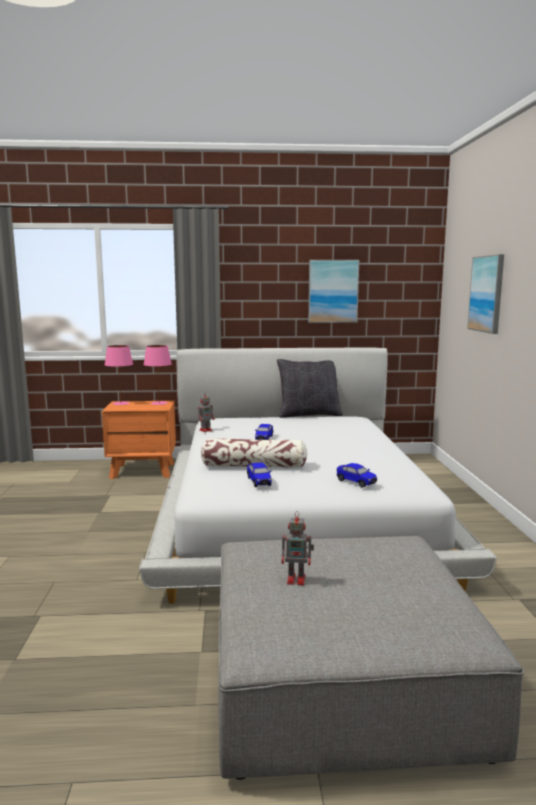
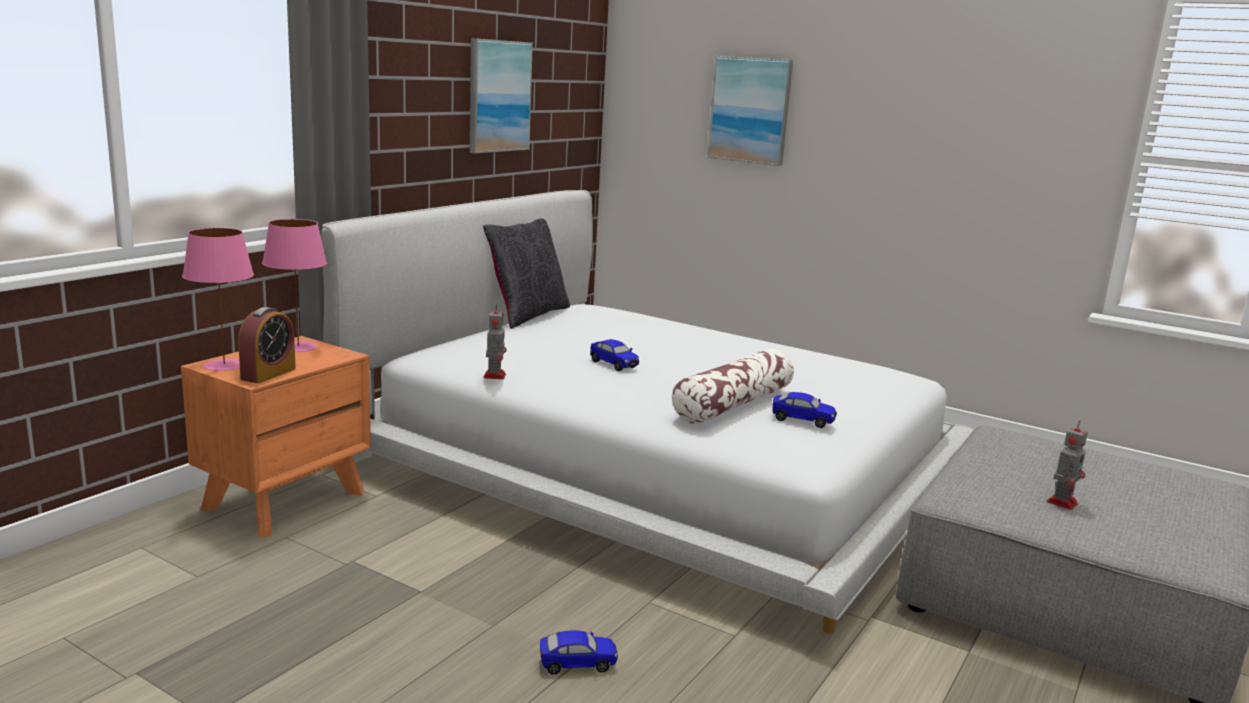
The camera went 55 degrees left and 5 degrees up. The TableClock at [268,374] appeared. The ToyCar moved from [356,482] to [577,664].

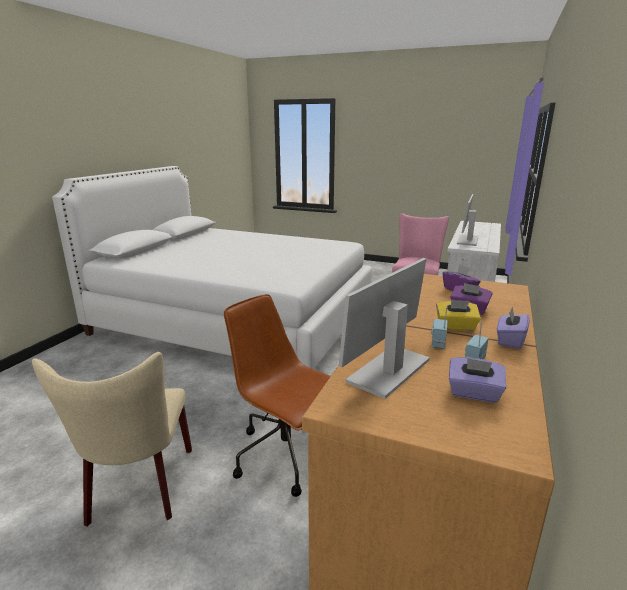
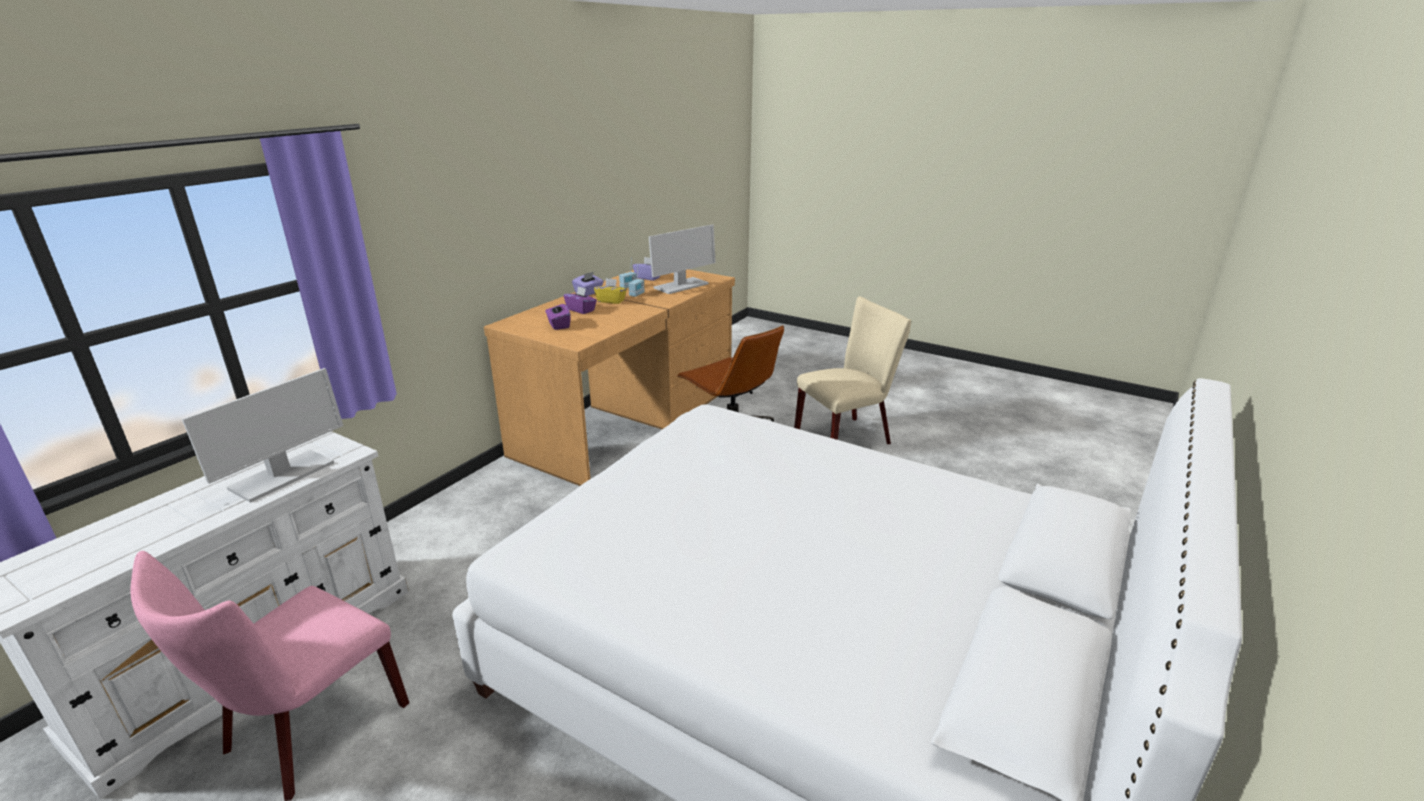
The camera went 170 degrees left and 5 degrees up. The BeigeColouredPlainChair at [139,490] turned 60 degrees clockwise.

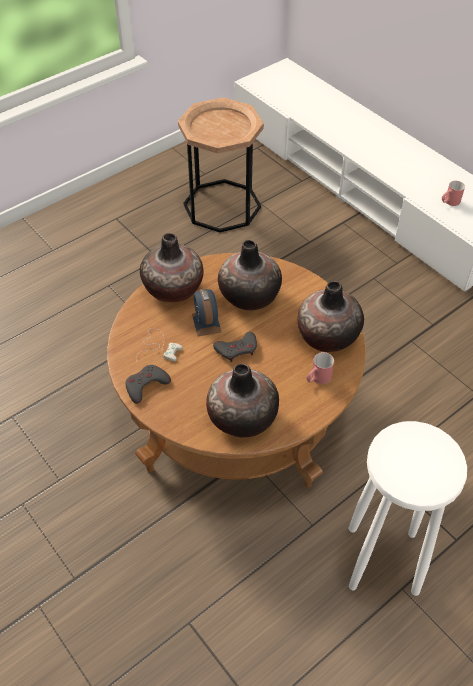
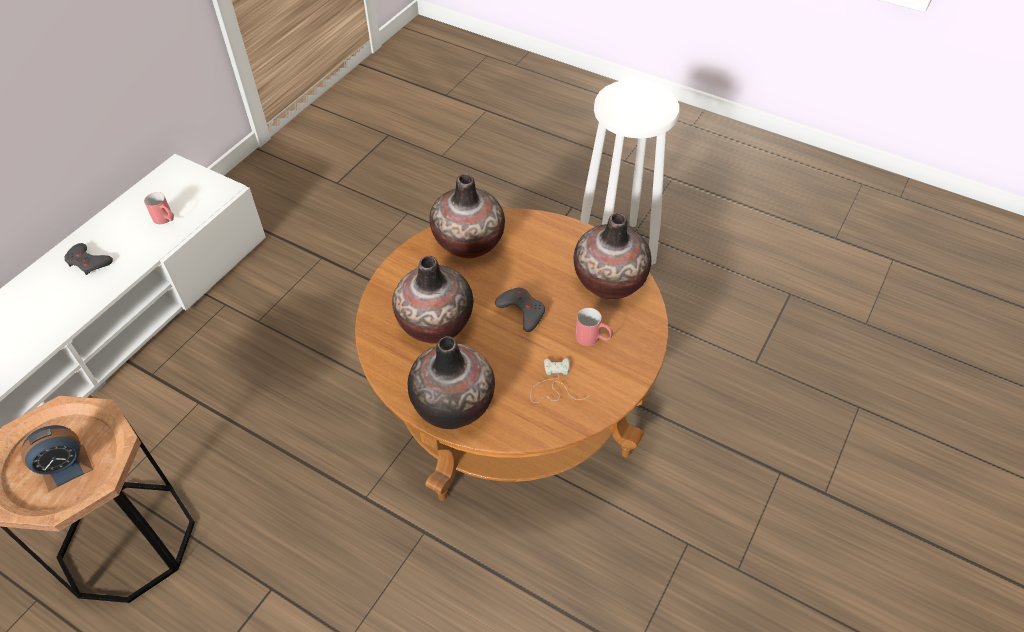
The camera went 110 degrees left and 0 degrees up. The TableClock moved from [206,323] to [66,467]. The GreyishGameController moved from [146,385] to [88,262]. The RedTeaMug moved from [317,379] to [593,339].

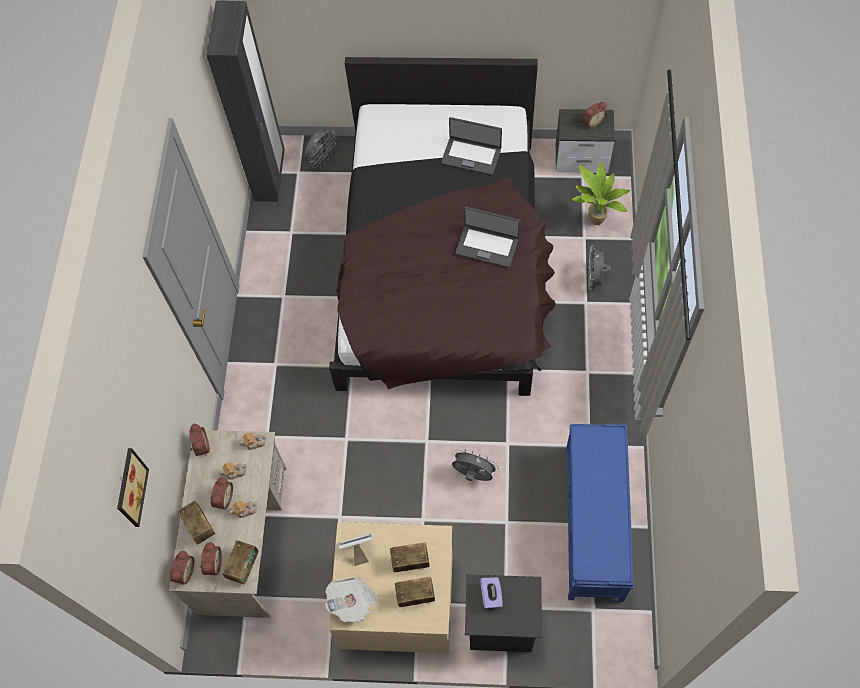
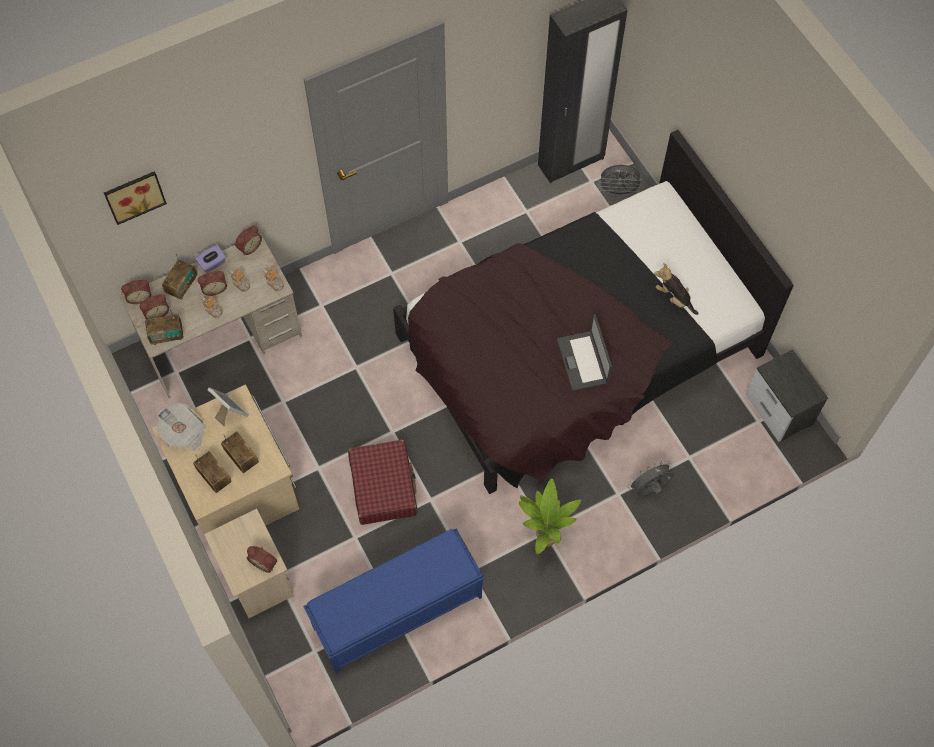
The camera went 55 degrees right and 0 degrees up. The PurpleColouredTissueBox moved from [491,595] to [212,264]. The BlackishBedsideTable at [501,627] became the BeigeColouredBedsideTable at [257,582]. The TableClock moved from [592,121] to [264,562]. The GreyishElectricFan at [473,474] was replaced by the RedSuitcase at [383,486]. The Houseplant moved from [594,221] to [543,539]. The Laptop at [471,155] was replaced by the PlushToy at [674,298].

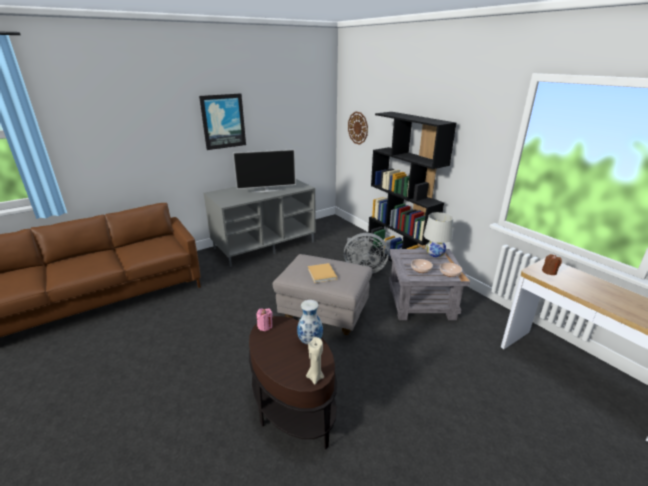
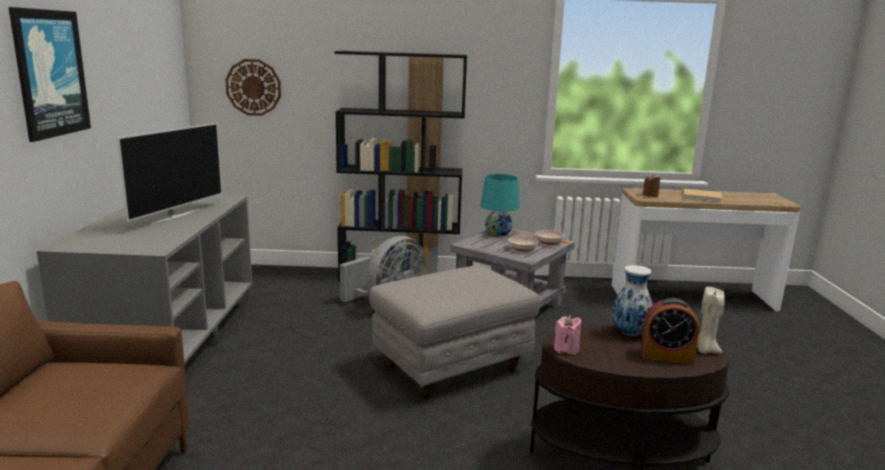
The camera went 55 degrees left and 10 degrees down. The WhiteTableLamp at [435,253] became the TurquoiseTableLamp at [498,233]. The TableClock at [666,356] appeared. The BeigeColouredVolume moved from [322,274] to [703,197].

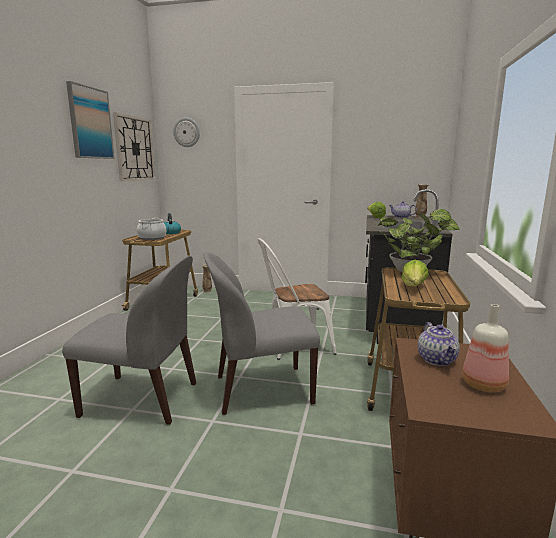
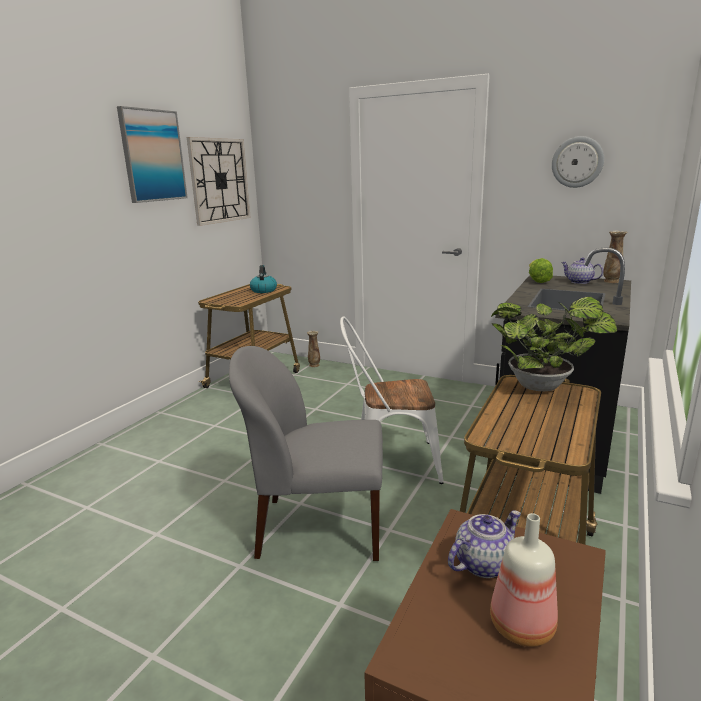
The camera went 15 degrees right and 5 degrees up. The Teapot at [437,360] turned 135 degrees counterclockwise. The WallClock moved from [187,132] to [577,162]. The GreyishPlainChair at [143,399] disappeared. The Saucepot at [152,237] disappeared. The LettuceHead at [413,287] disappeared.

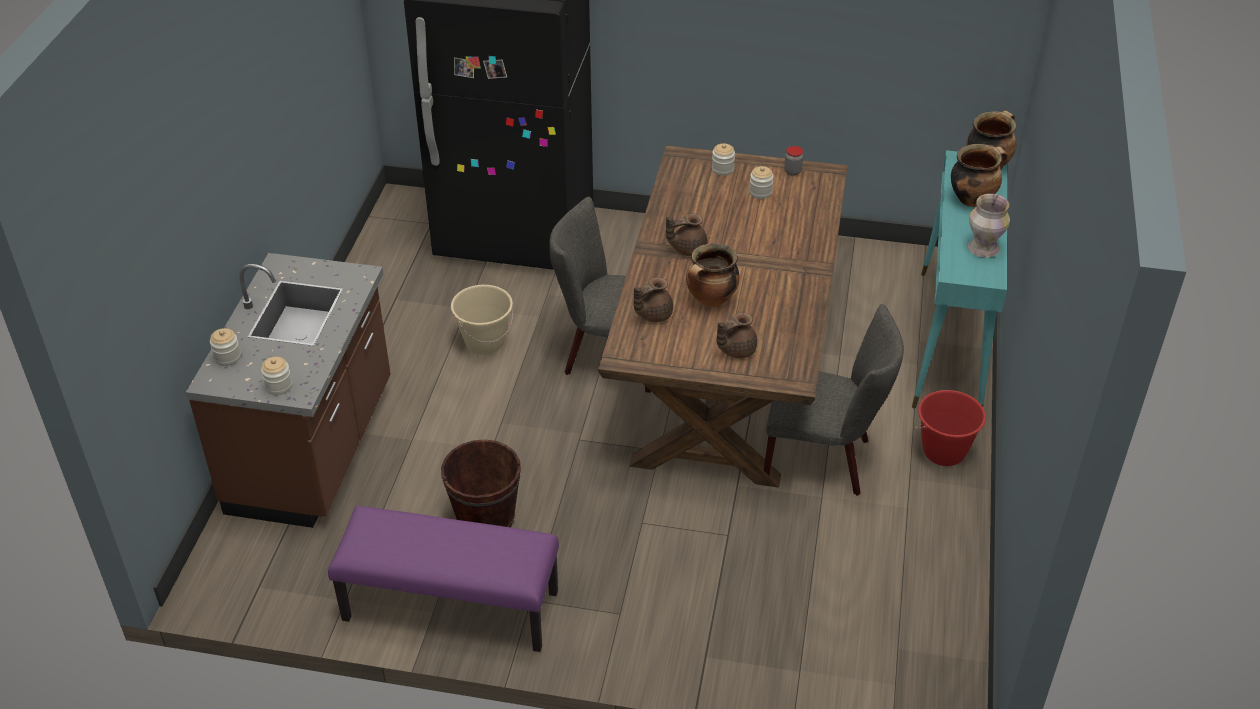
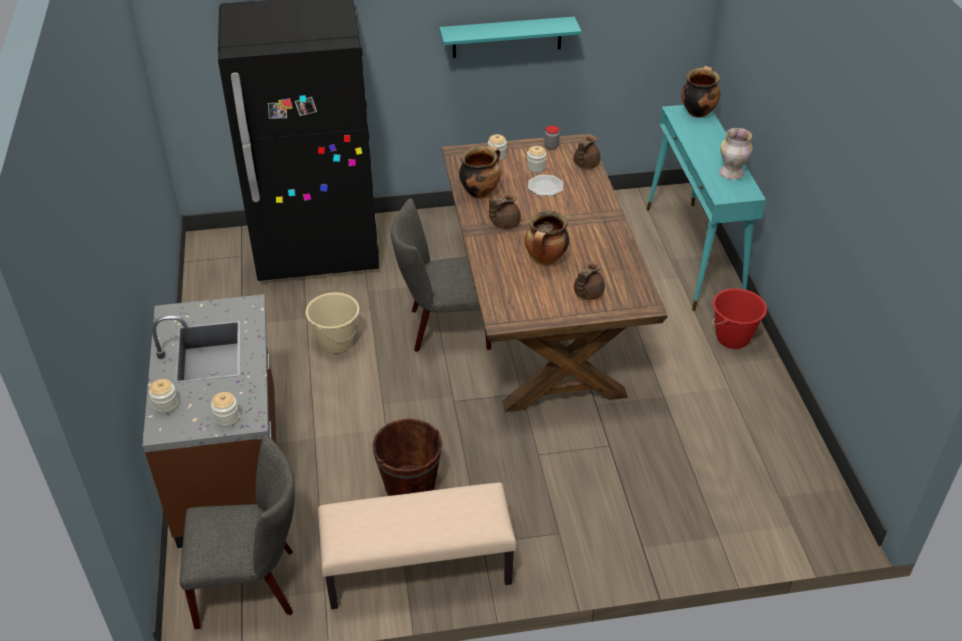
The camera went 20 degrees left and 0 degrees up. The GreyishPlainChair moved from [824,460] to [253,585]. The PurpleColouredBench at [449,607] became the BeigeColouredBench at [417,570]. The TurquoiseWallShelf at [507,37] appeared. The Saucepot moved from [972,199] to [480,191]. The DinnerPlate at [545,186] appeared. The BrownColouredTeapot moved from [653,314] to [585,164].

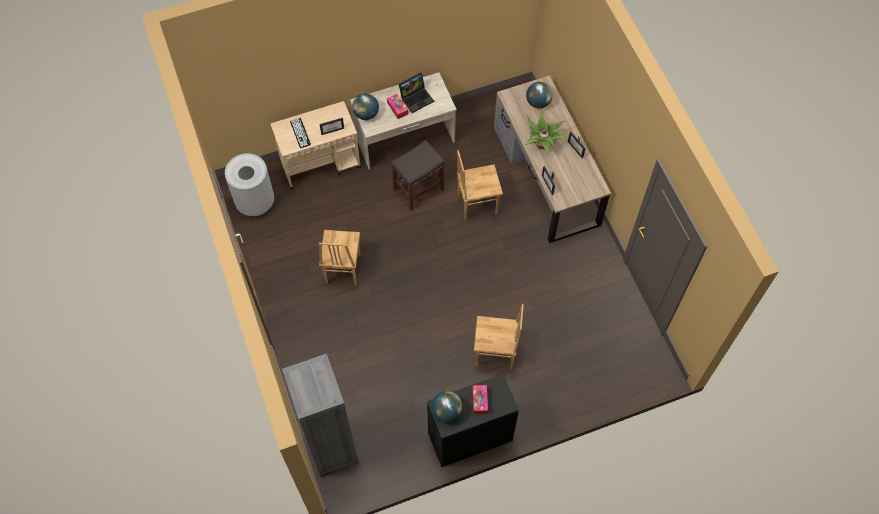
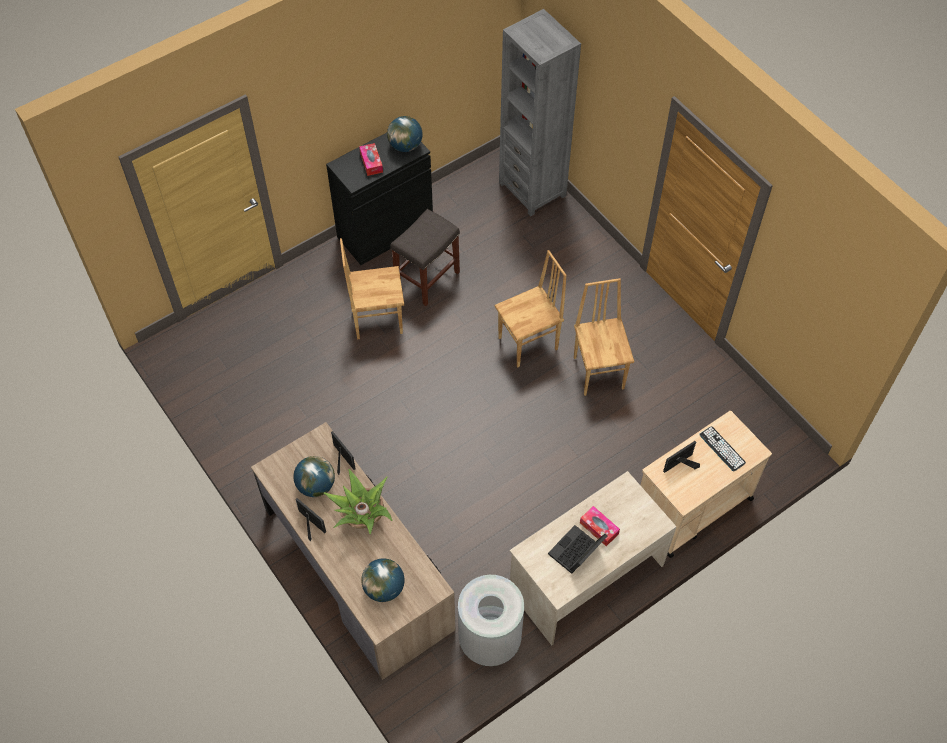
The camera went 165 degrees right and 5 degrees down. The WorldGlobe moved from [366,114] to [316,486]. The GreyishStool moved from [418,190] to [427,278]. The GreyishRubbishBin moved from [255,202] to [490,640]. The BrownColouredPlainChair moved from [476,203] to [529,344].

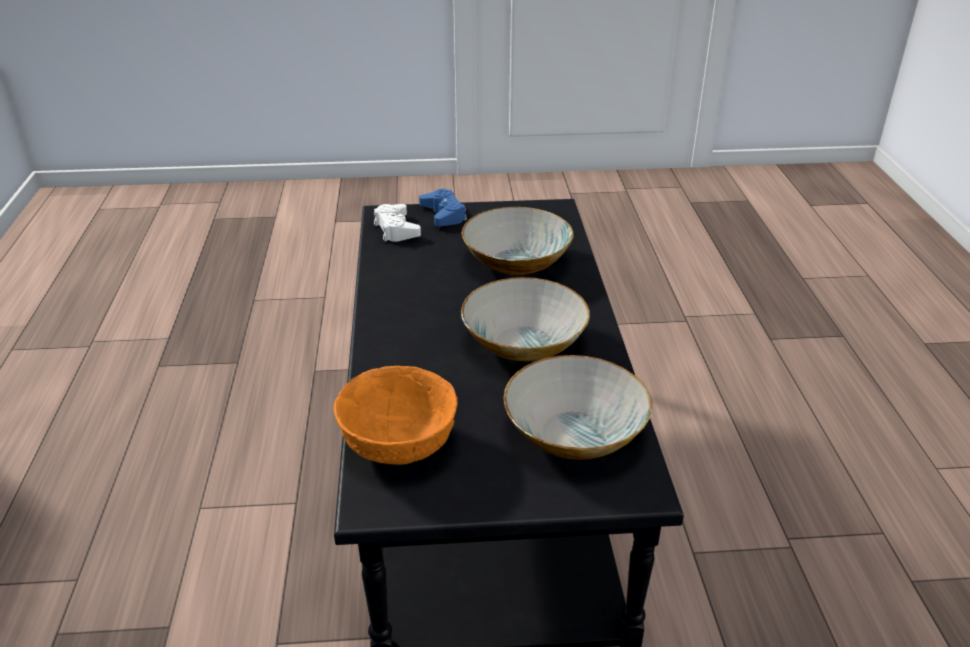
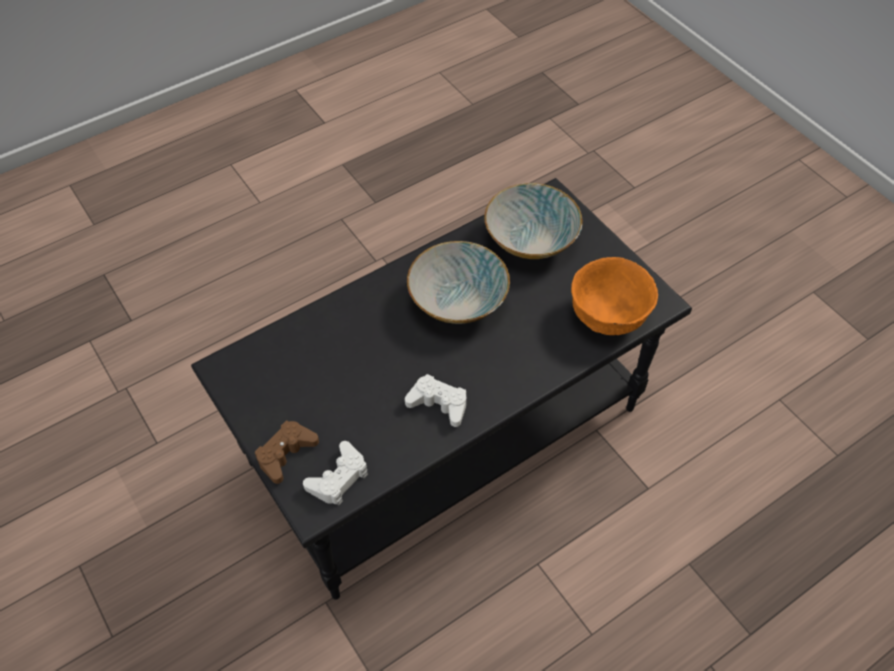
The camera went 120 degrees left and 20 degrees up. The BlueColouredGameController at [443,214] became the BrownColouredGameController at [286,454]. The WhiteGameController at [438,404] appeared. The ServingBowl at [516,263] disappeared.

